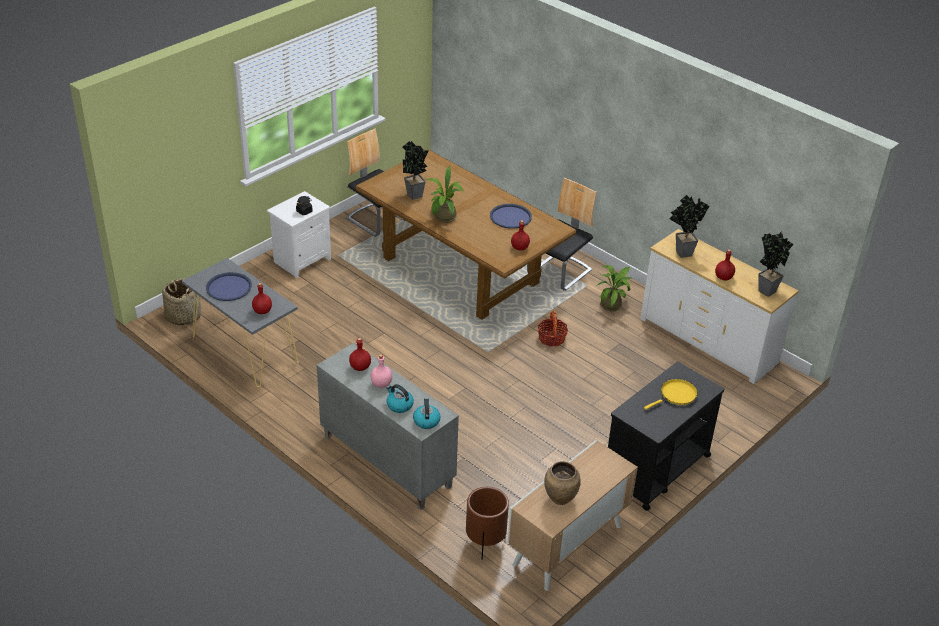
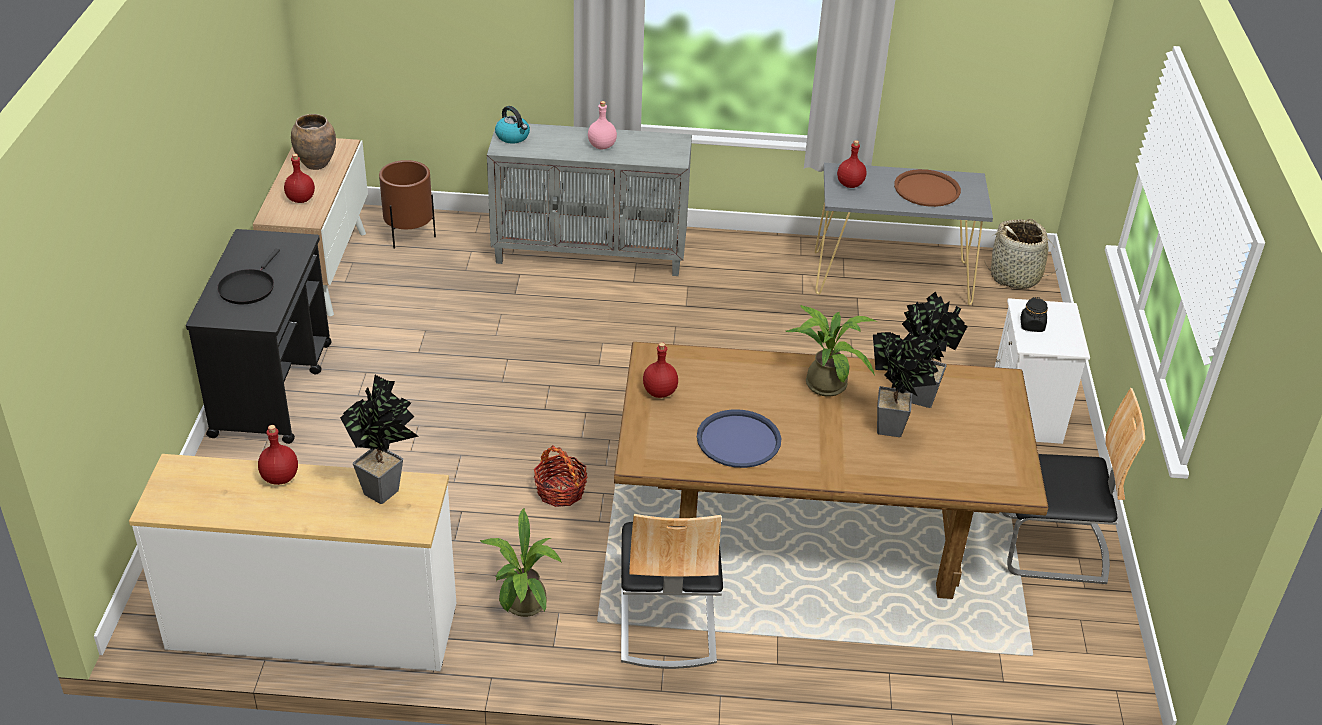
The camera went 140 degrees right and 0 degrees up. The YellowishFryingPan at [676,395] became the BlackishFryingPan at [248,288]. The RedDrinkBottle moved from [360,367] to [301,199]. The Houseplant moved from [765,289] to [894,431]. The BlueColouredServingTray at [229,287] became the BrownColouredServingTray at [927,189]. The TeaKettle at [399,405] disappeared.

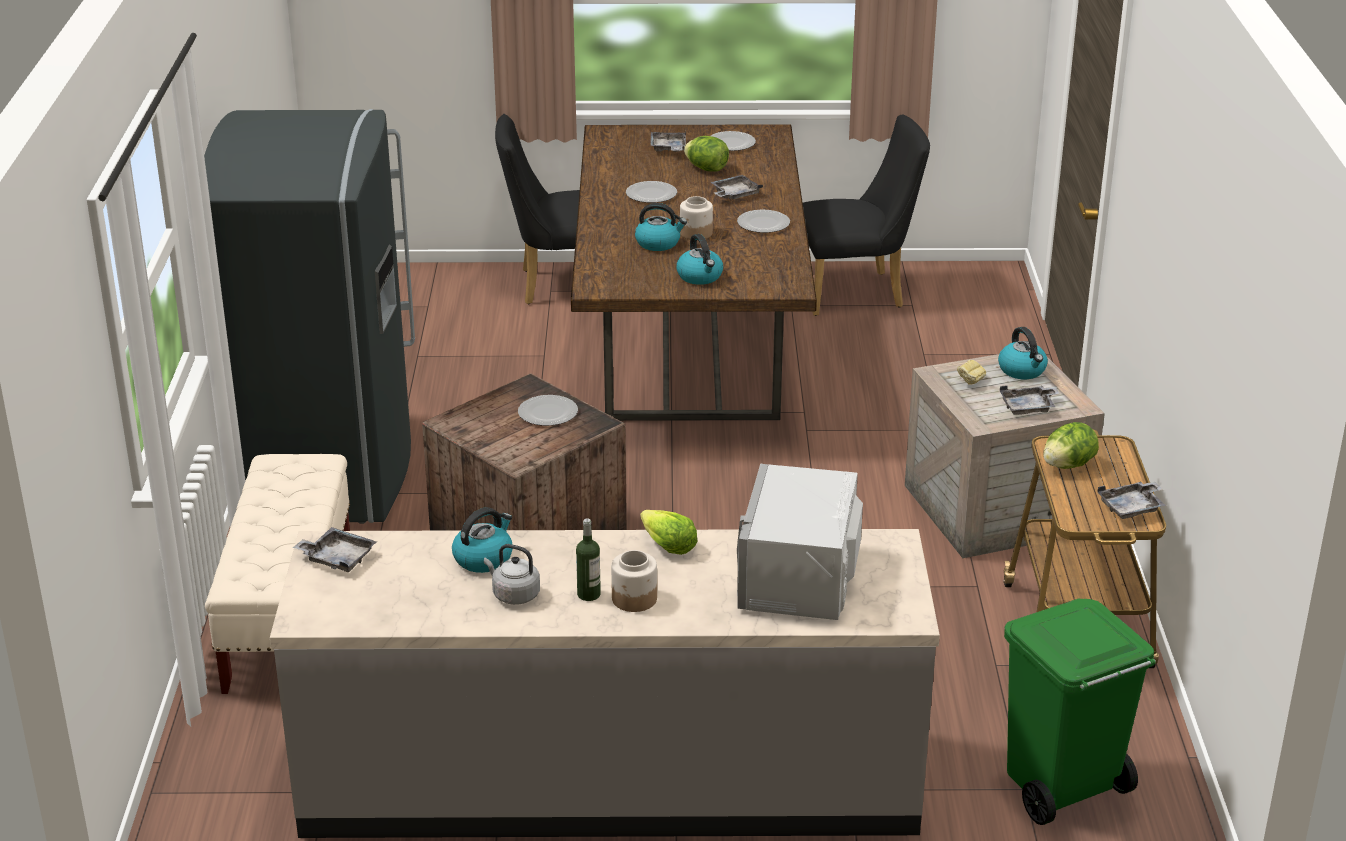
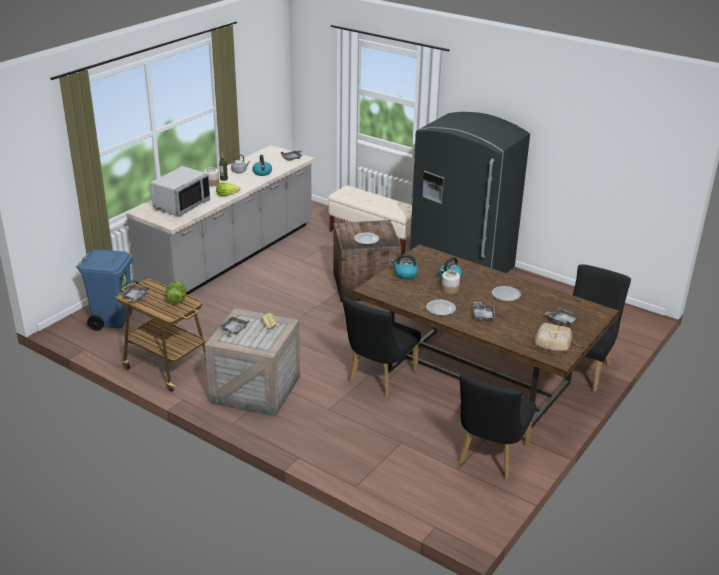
The camera went 125 degrees right and 0 degrees up. The GreenRubbishBin at [1061,788] became the BlueColouredRubbishBin at [113,320]. The GreyishMicrowaveOven at [800,578] turned 75 degrees clockwise. The BlackishPlainChair at [379,378] appeared. The DinnerPlate at [731,143] was replaced by the BakedBread at [552,340]. The LettuceHead at [706,169] disappeared. The TeaKettle at [1022,370] disappeared.

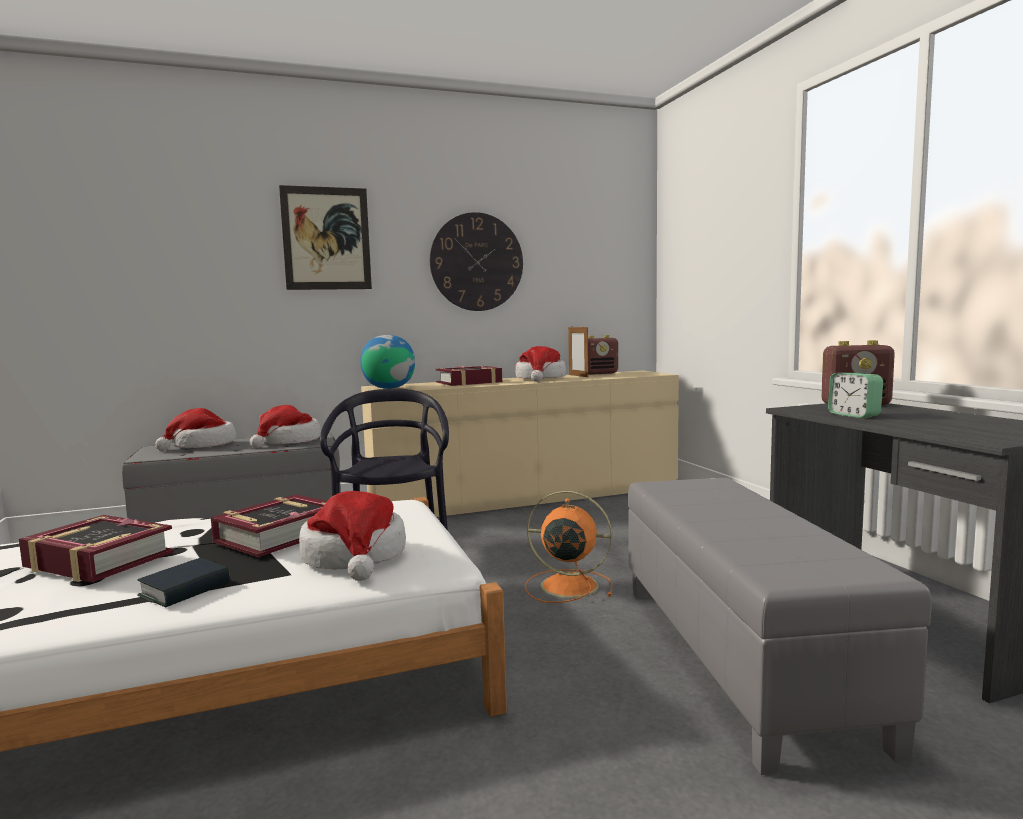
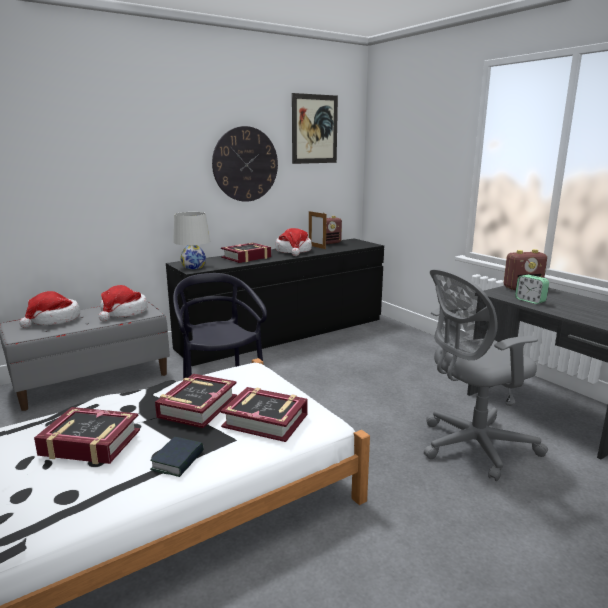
The camera went 15 degrees left and 10 degrees up. The BeigeColouredChestOfDrawers at [526,496] became the BlackishChestOfDrawers at [284,333]. The WorldGlobe at [389,388] was replaced by the WhiteTableLamp at [193,267]. The Hat at [355,557] was replaced by the Volume at [265,420]. The Picture moved from [326,238] to [314,129]. The GreyishFootrest at [736,656] was replaced by the GreyishOfficeChair at [472,447]. The OrangeColouredElectricFan at [566,586] disappeared.

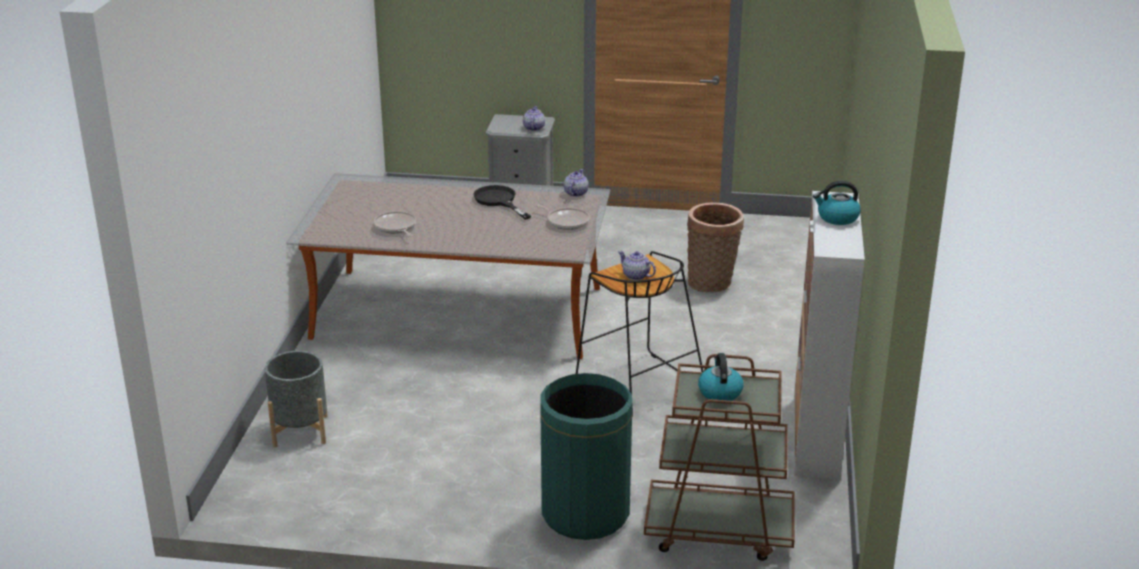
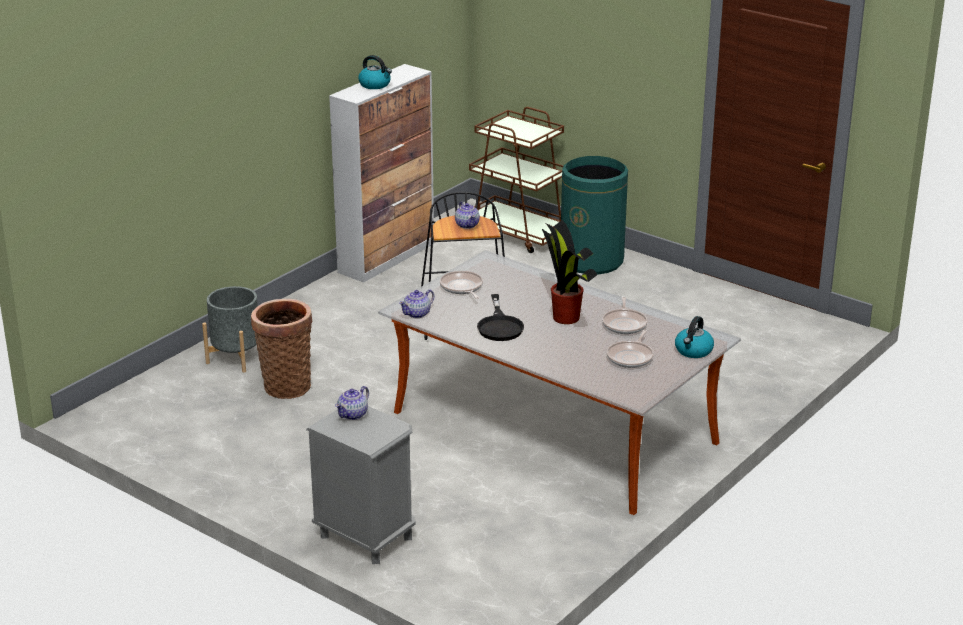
The camera went 150 degrees left and 0 degrees up. The GreyishPlantPot moved from [300,431] to [236,357]. The Houseplant at [565,317] appeared. The FryingPan at [631,357] appeared. The TeaKettle moved from [719,392] to [693,351].

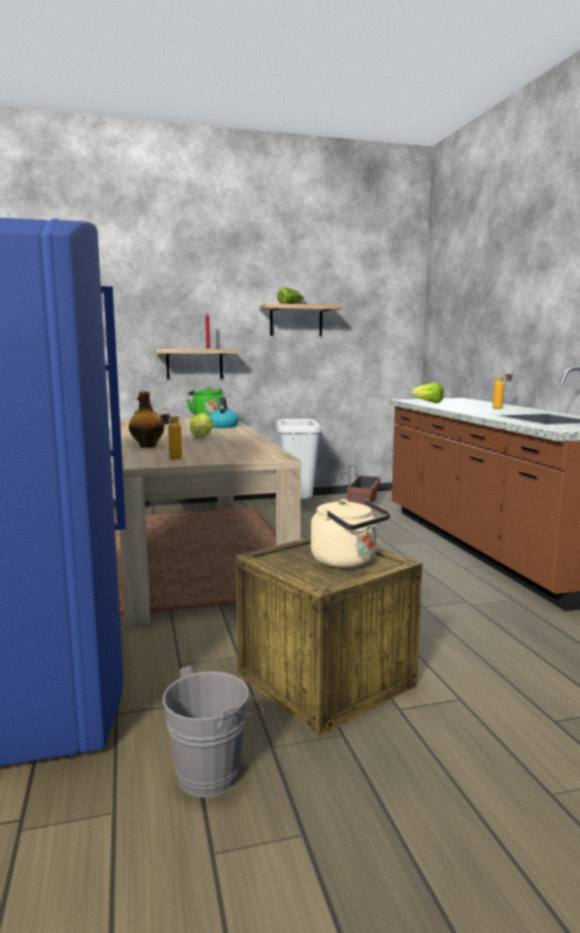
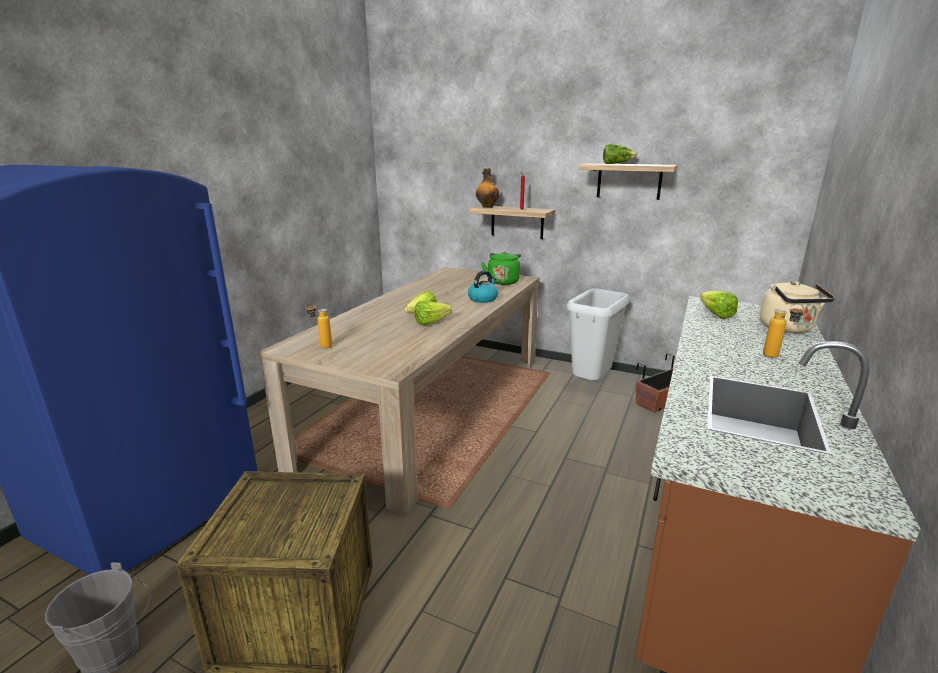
The camera went 40 degrees right and 10 degrees up. The LettuceHead at [434,322] appeared. The DrinkBottle moved from [147,446] to [487,207]. The BeigeColouredTeaKettle moved from [347,562] to [788,328].

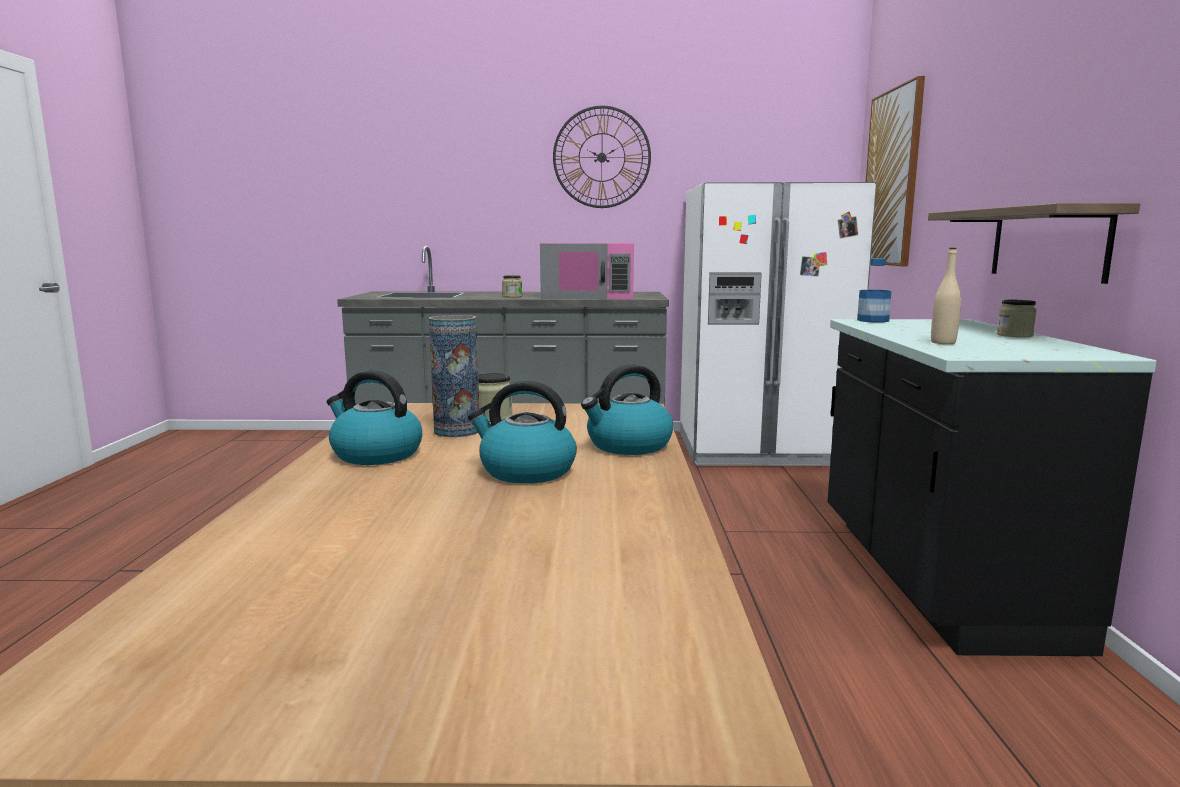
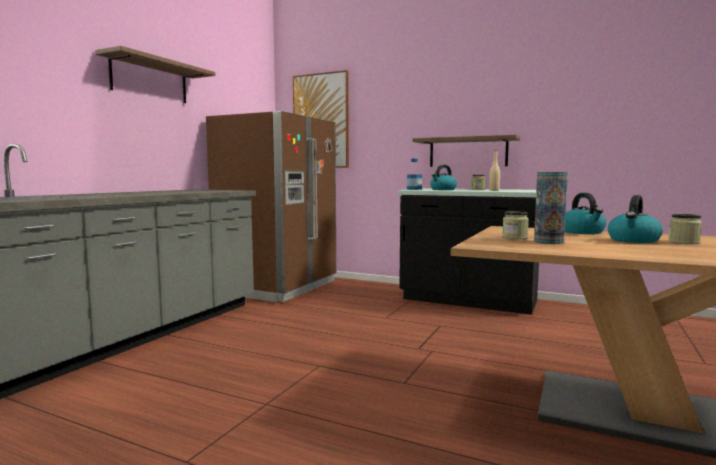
The camera went 65 degrees left and 5 degrees down. The WallClock at [601,157] was replaced by the WallShelf at [150,80]. The WhiteRefrigerator at [759,449] became the BrownColouredRefrigerator at [278,287]. The TeaKettle moved from [375,454] to [443,189]. The StorageJar moved from [512,296] to [683,242]. The PinkColouredMicrowaveOven at [589,296] disappeared.

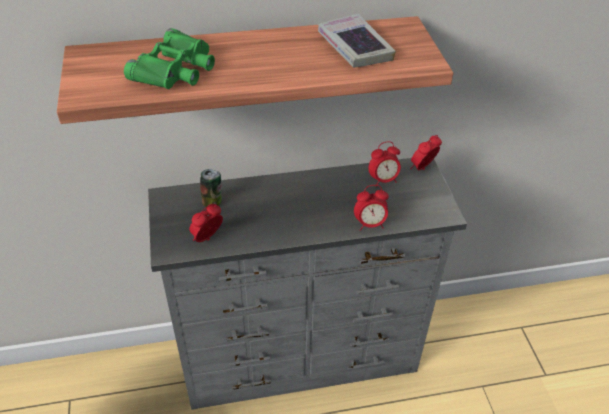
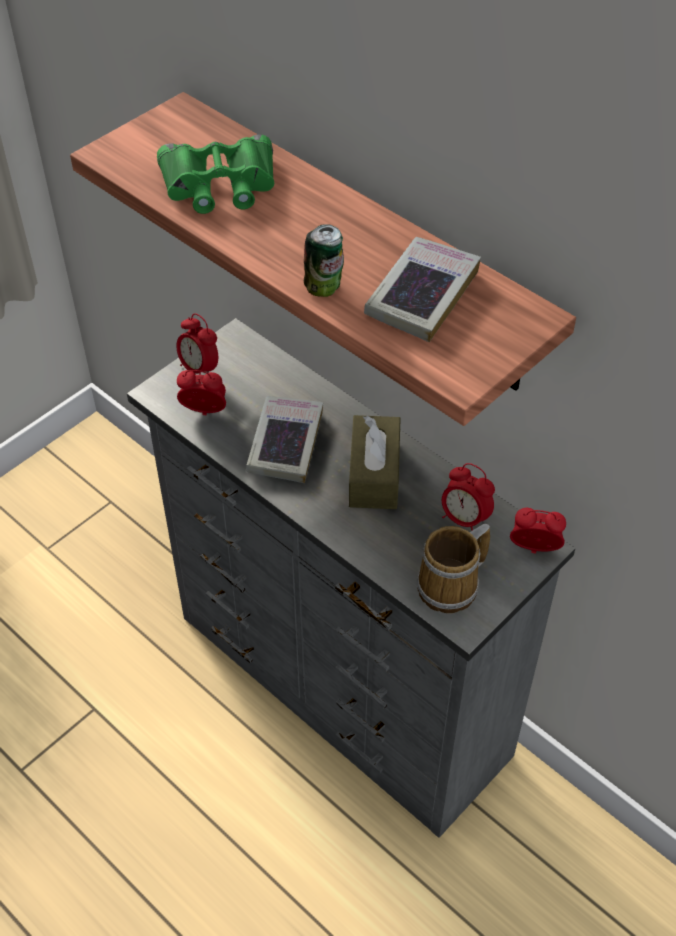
The camera went 55 degrees right and 5 degrees up. The TableClock moved from [370,224] to [199,369]. The Volume at [285,443] appeared. The SealedCan moved from [213,201] to [324,287]. The BrownColouredTissueBox at [374,474] appeared. The TeaMug at [452,586] appeared.

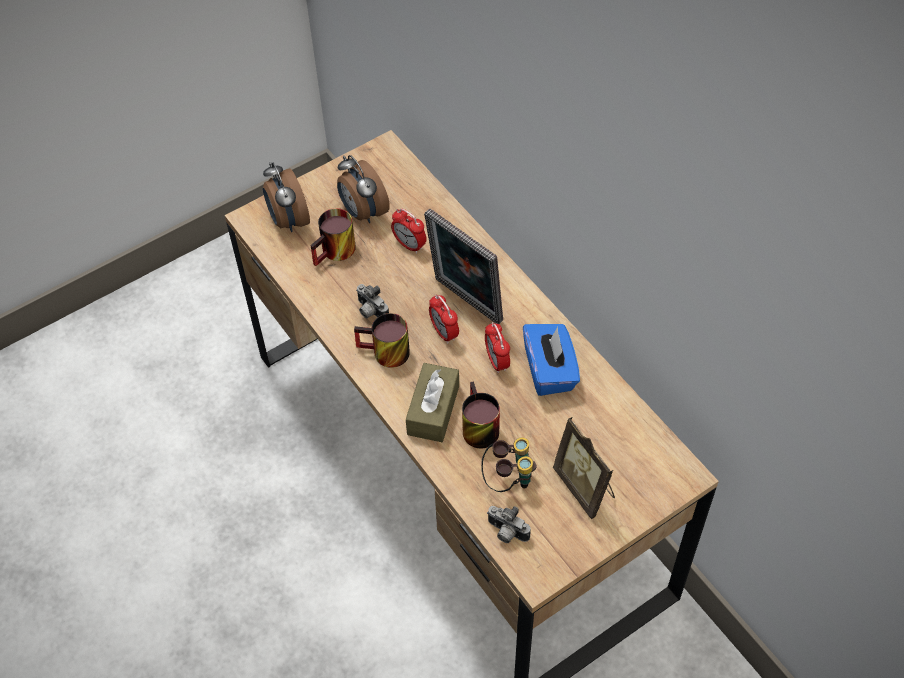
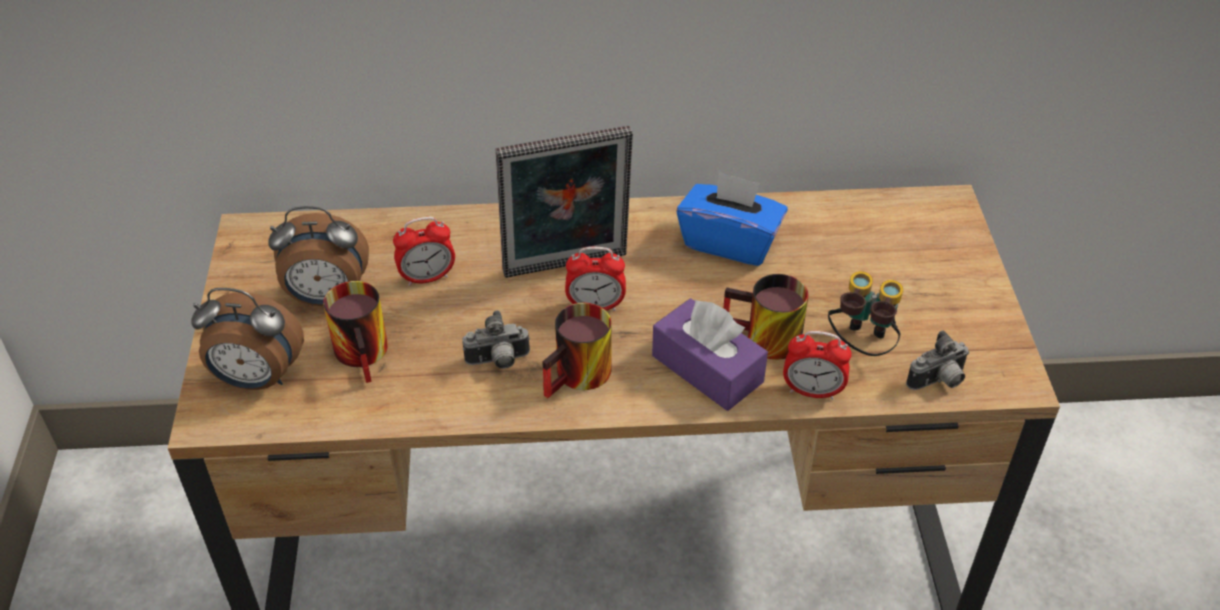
The camera went 60 degrees left and 10 degrees down. The BrownColouredTissueBox at [433,410] became the PurpleColouredTissueBox at [707,369]. The TableClock moved from [497,361] to [812,391]. The PhotoFrame at [585,487] disappeared.

